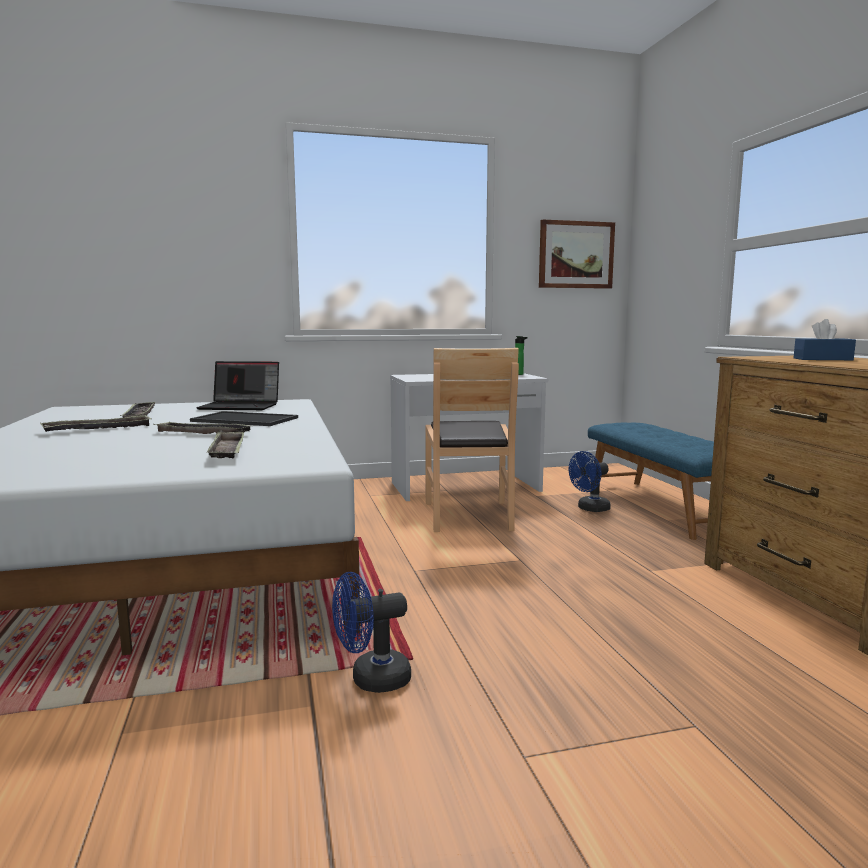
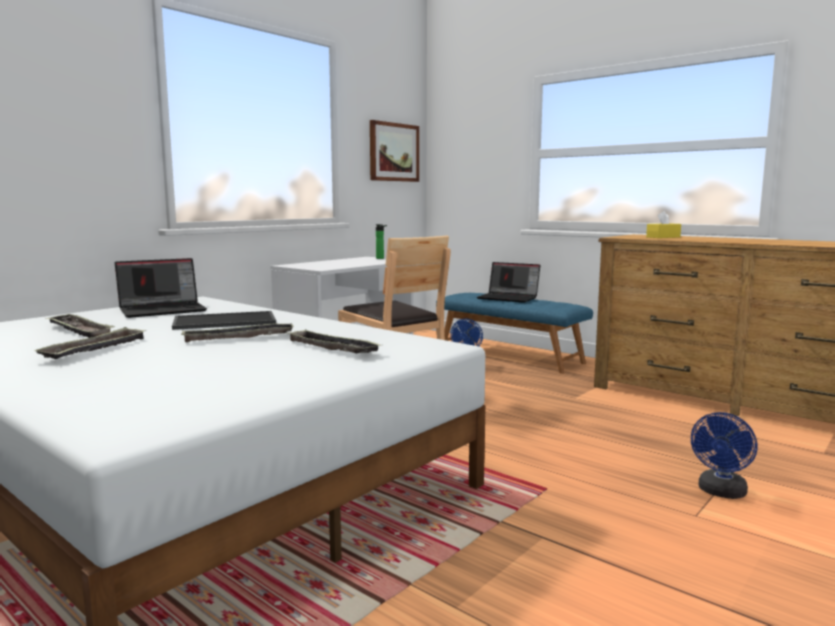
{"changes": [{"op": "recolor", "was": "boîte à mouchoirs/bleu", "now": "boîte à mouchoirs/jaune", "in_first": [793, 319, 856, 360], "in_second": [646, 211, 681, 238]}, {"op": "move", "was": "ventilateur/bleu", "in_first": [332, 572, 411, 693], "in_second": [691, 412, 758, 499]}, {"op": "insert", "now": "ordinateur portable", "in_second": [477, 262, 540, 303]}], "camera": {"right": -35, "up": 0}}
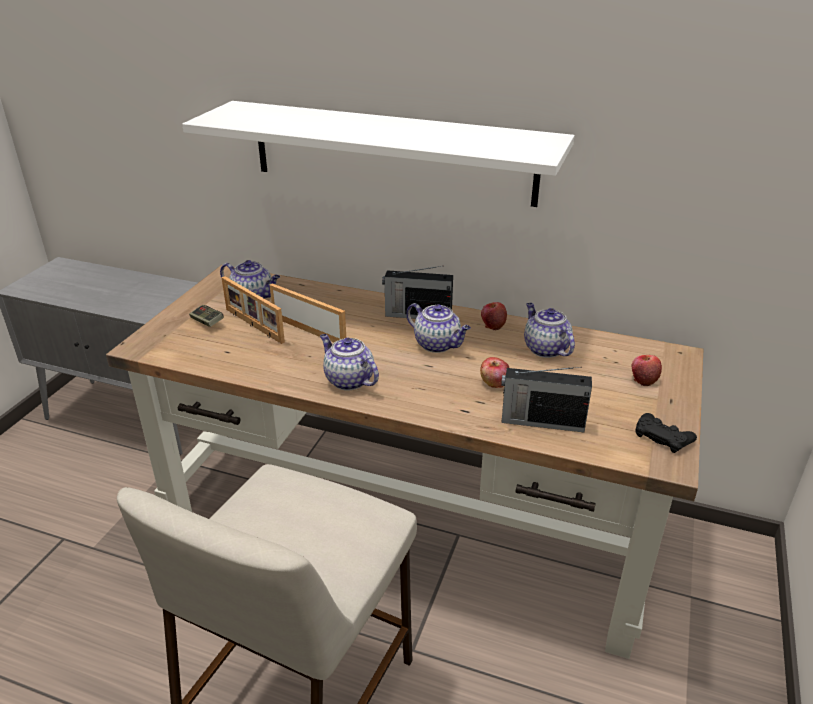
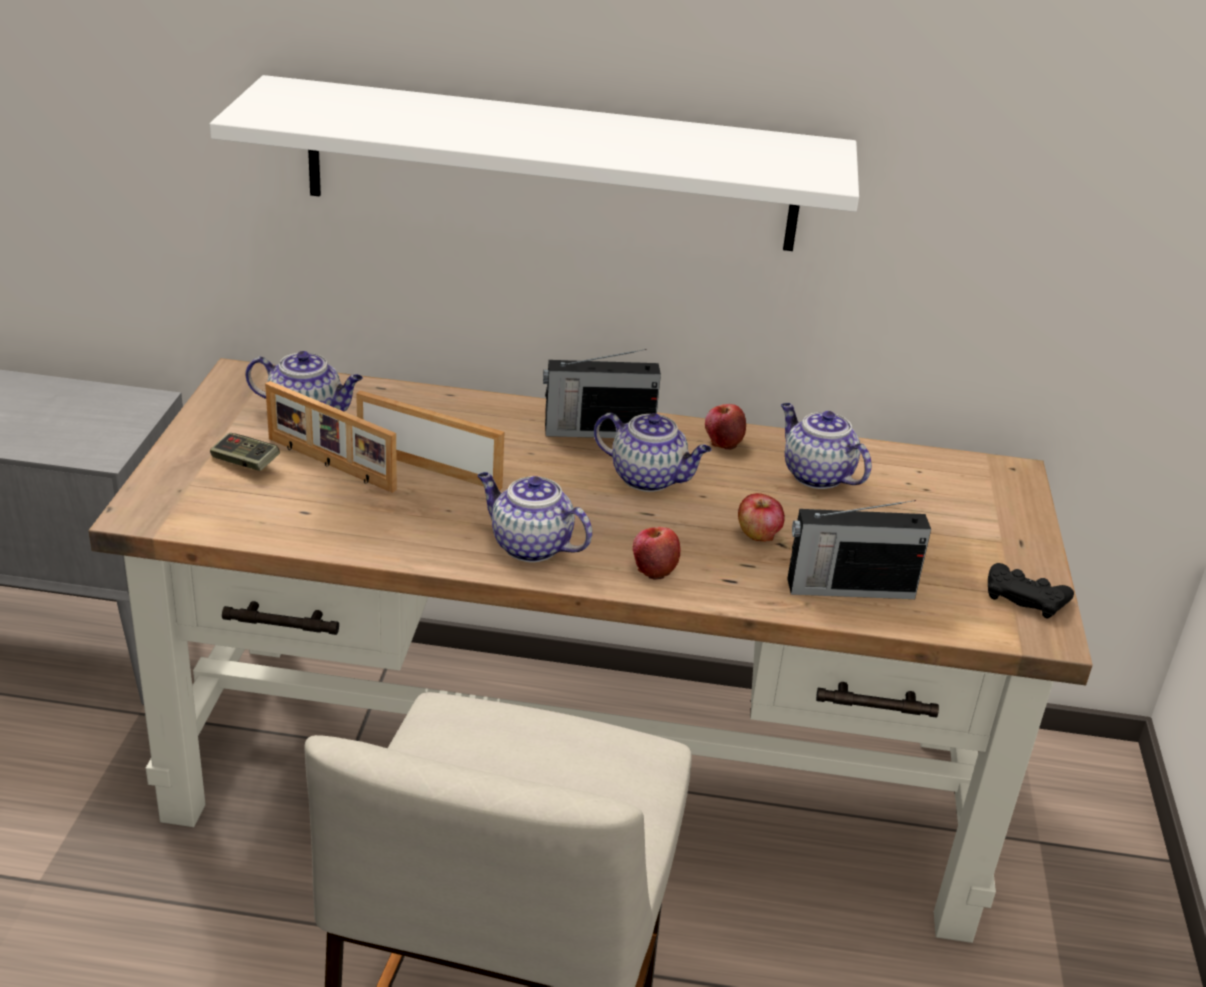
{"changes": [{"op": "move", "was": "pomme", "in_first": [631, 355, 662, 386], "in_second": [632, 527, 681, 580]}], "camera": {"right": -15, "up": 0}}
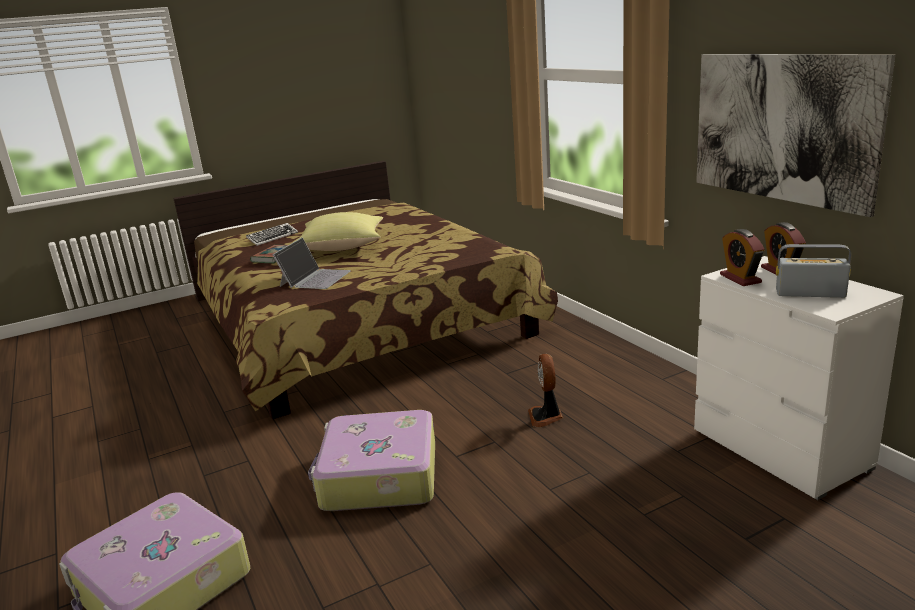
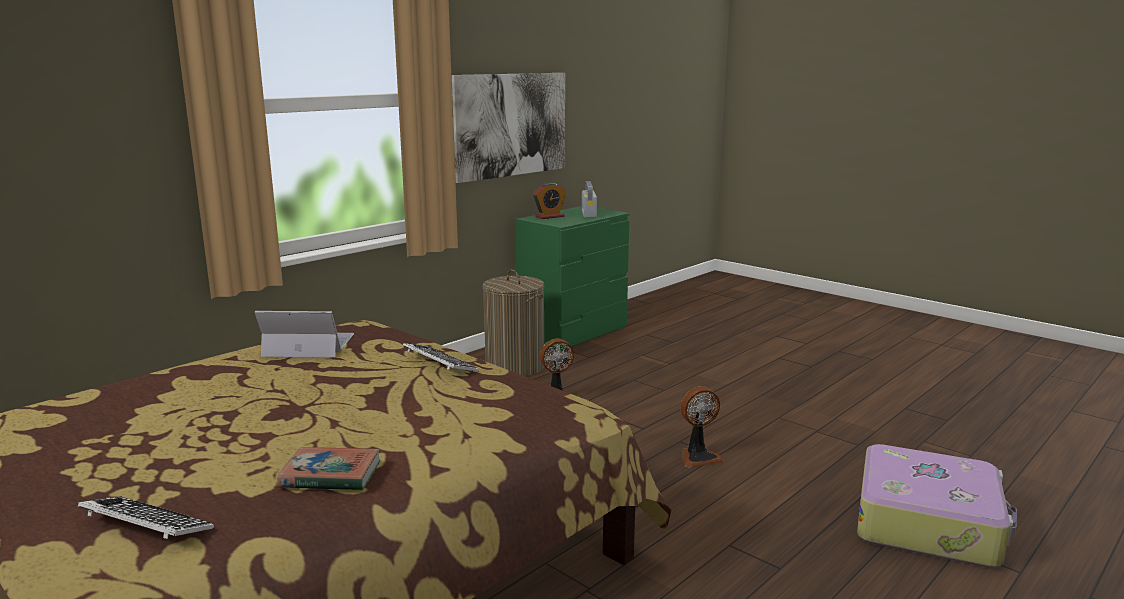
{"changes": [{"op": "delete", "was": "coussin/jaune", "in_first": [292, 212, 383, 251]}, {"op": "delete", "was": "réveil", "in_first": [720, 229, 765, 286]}, {"op": "move", "was": "ordinateur portable", "in_first": [272, 237, 351, 289], "in_second": [254, 311, 354, 357]}, {"op": "recolor", "was": "commode/blanc", "now": "commode/vert", "in_first": [694, 256, 904, 500], "in_second": [515, 206, 630, 352]}, {"op": "replace", "was": "valise", "now": "ventilateur", "in_first": [308, 410, 435, 511], "in_second": [681, 386, 723, 468]}, {"op": "insert", "now": "panier à linge", "in_second": [483, 269, 544, 377]}, {"op": "insert", "now": "clavier", "in_second": [403, 343, 479, 372]}], "camera": {"right": -110, "up": -5}}
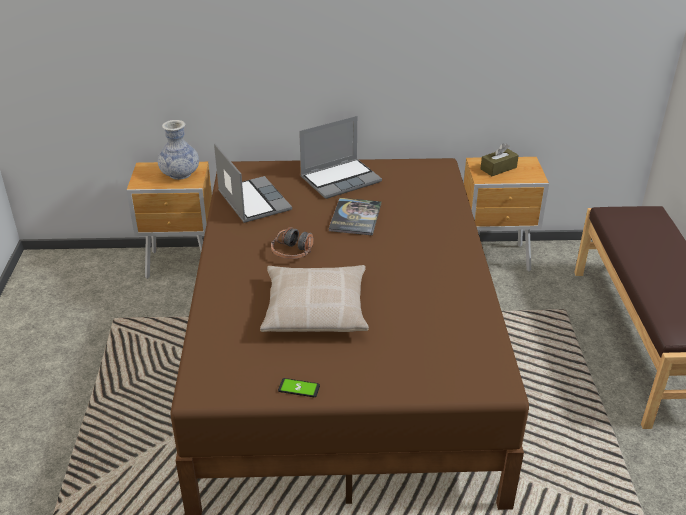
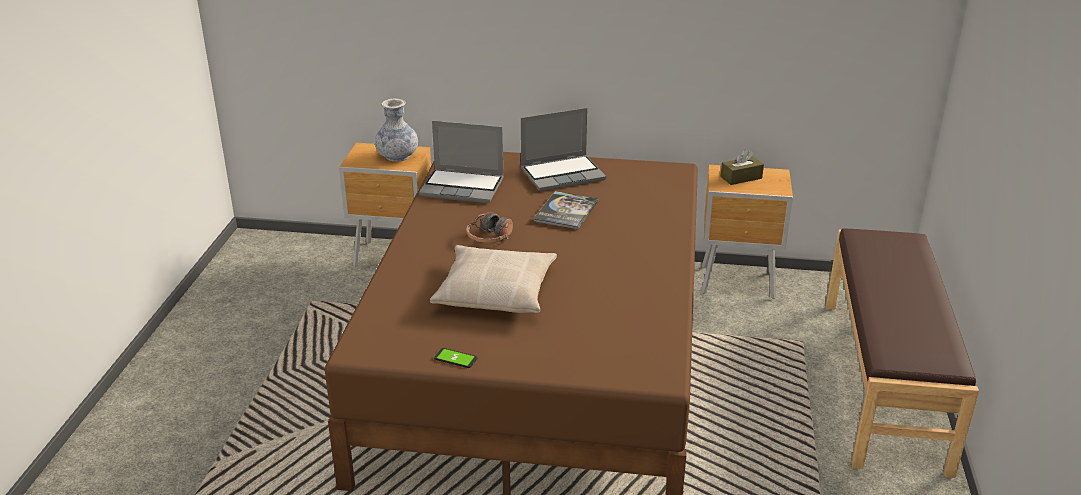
{"changes": [{"op": "rotate", "was": "ordinateur portable", "in_first": [214, 143, 292, 223], "in_second": [419, 121, 504, 203], "clockwise": 120}], "camera": {"right": 10, "up": -5}}
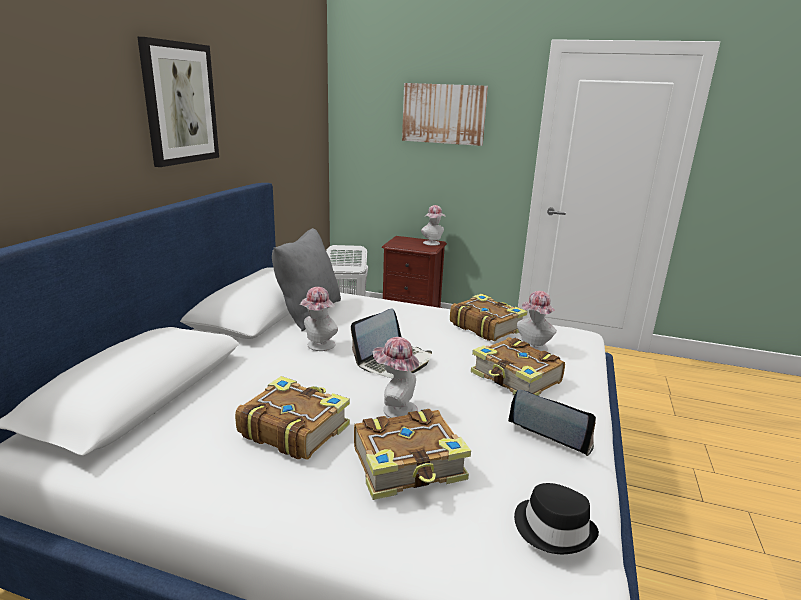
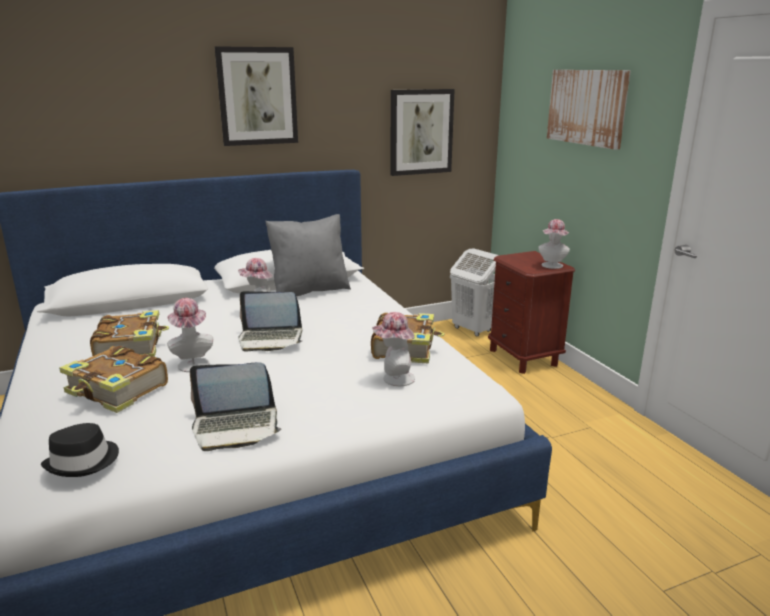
{"changes": [{"op": "delete", "was": "livre", "in_first": [471, 337, 565, 396]}, {"op": "rotate", "was": "ordinateur portable", "in_first": [508, 390, 596, 456], "in_second": [190, 362, 282, 451], "clockwise": 90}, {"op": "insert", "now": "tableau", "in_second": [390, 89, 455, 176]}], "camera": {"right": 50, "up": 0}}
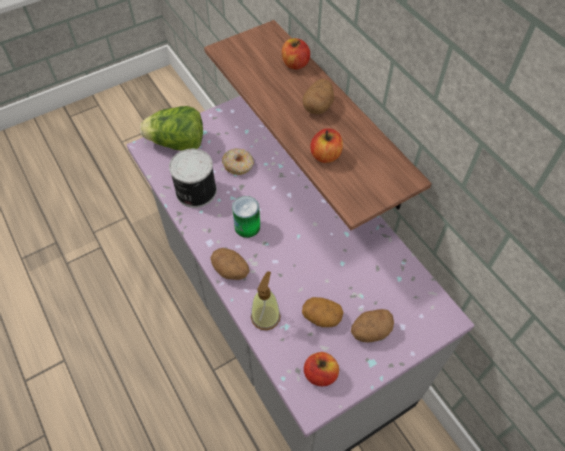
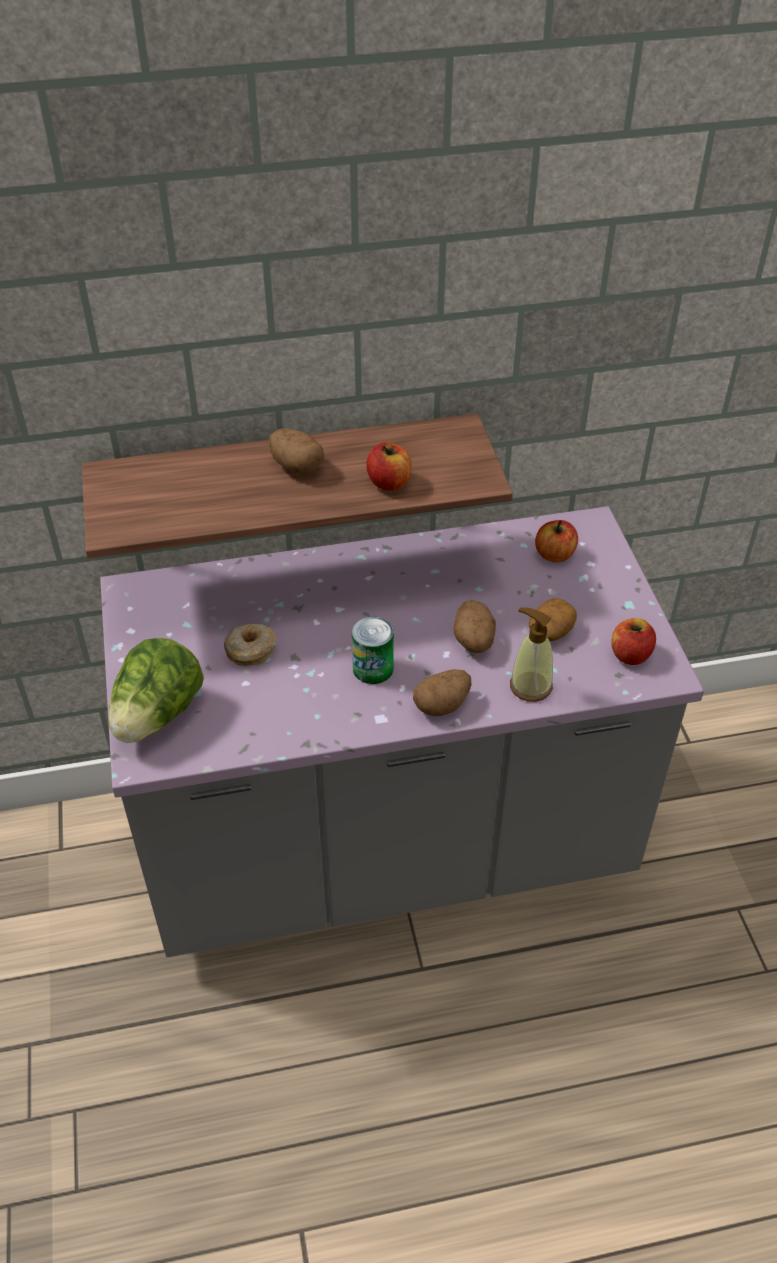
{"changes": [{"op": "move", "was": "pomme", "in_first": [282, 38, 310, 69], "in_second": [535, 520, 578, 562]}, {"op": "delete", "was": "boîte métallique", "in_first": [169, 149, 217, 208]}, {"op": "move", "was": "pomme de terre", "in_first": [351, 309, 394, 343], "in_second": [453, 600, 496, 653]}], "camera": {"right": -70, "up": -10}}
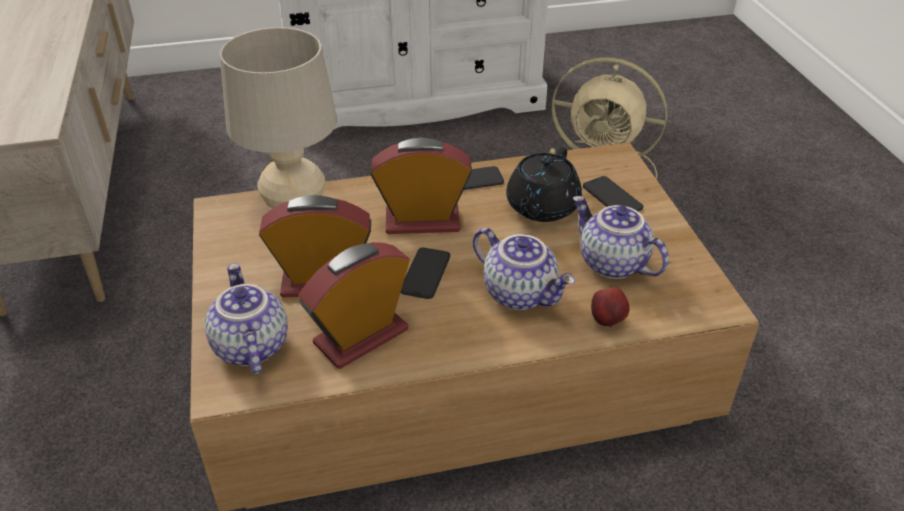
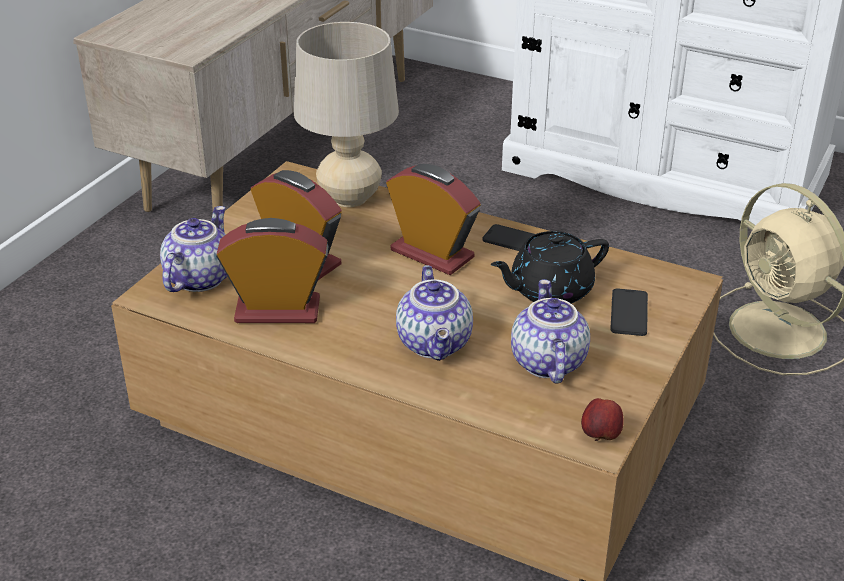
{"changes": [{"op": "delete", "was": "téléphone", "in_first": [400, 248, 450, 299]}, {"op": "move", "was": "pomme", "in_first": [591, 287, 629, 327], "in_second": [581, 398, 624, 441]}], "camera": {"right": 40, "up": -5}}
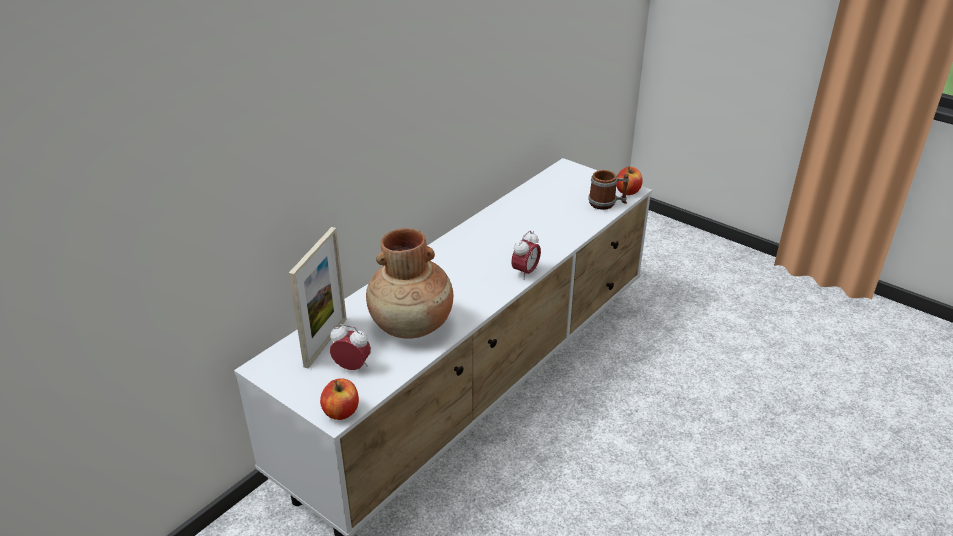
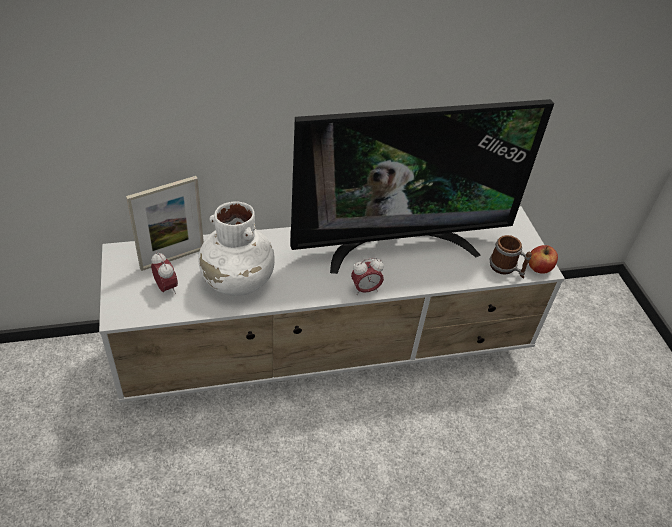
{"changes": [{"op": "recolor", "was": "vase/marron", "now": "vase/blanc", "in_first": [366, 228, 453, 339], "in_second": [198, 201, 275, 296]}, {"op": "delete", "was": "pomme", "in_first": [320, 378, 359, 420]}, {"op": "insert", "now": "téléviseur", "in_second": [290, 99, 554, 274]}], "camera": {"right": 35, "up": 10}}
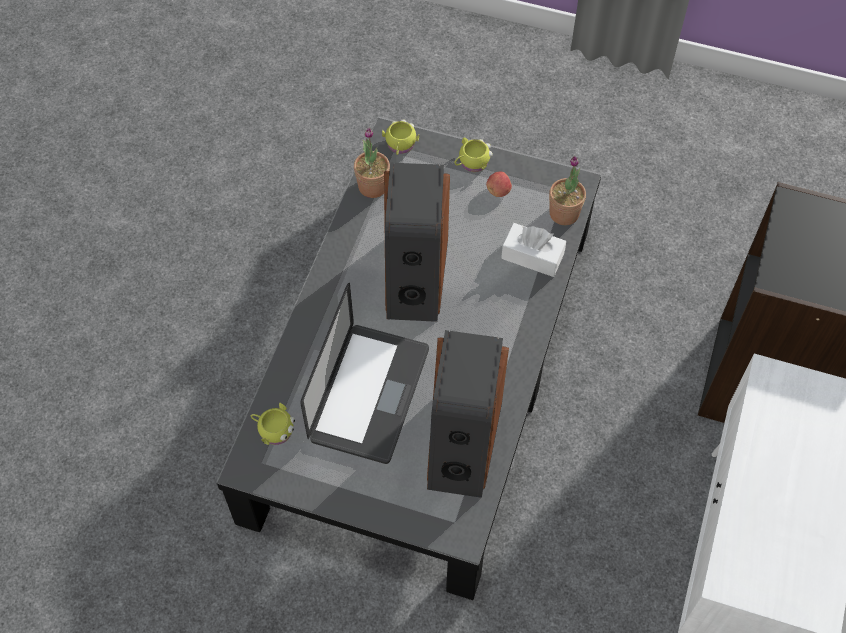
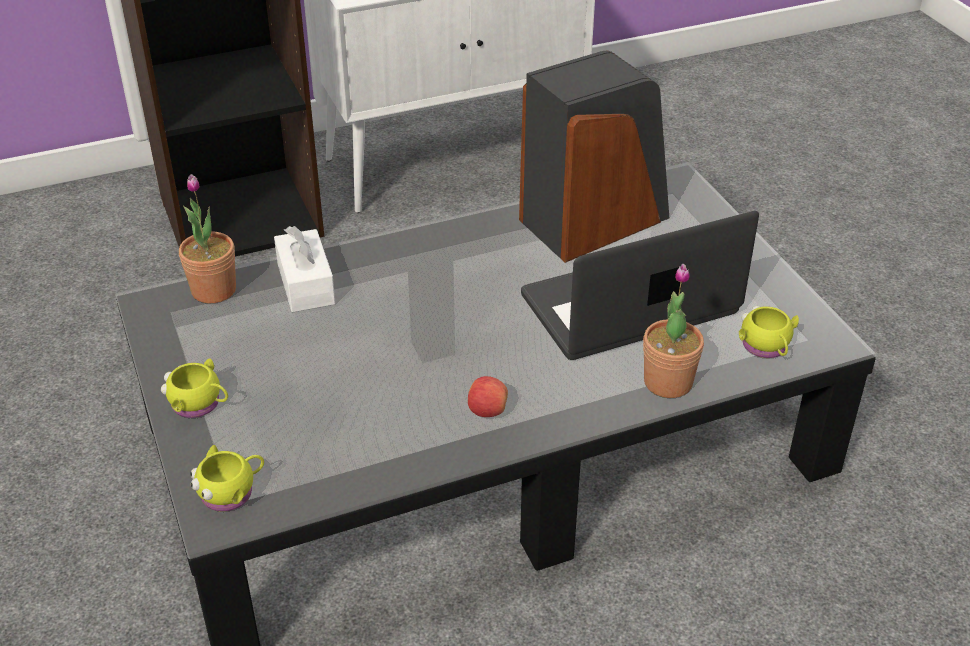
{"changes": [{"op": "move", "was": "plante en pot", "in_first": [354, 128, 390, 198], "in_second": [643, 264, 704, 398]}, {"op": "delete", "was": "enceinte", "in_first": [384, 163, 450, 322]}, {"op": "move", "was": "pomme", "in_first": [486, 171, 512, 197], "in_second": [468, 376, 508, 417]}], "camera": {"right": -130, "up": -20}}
